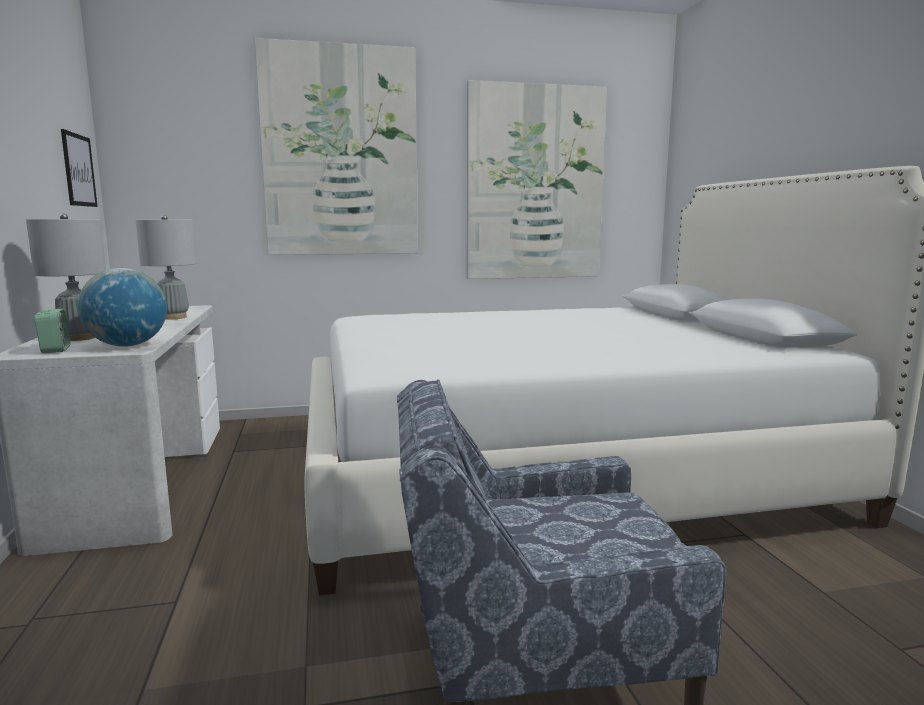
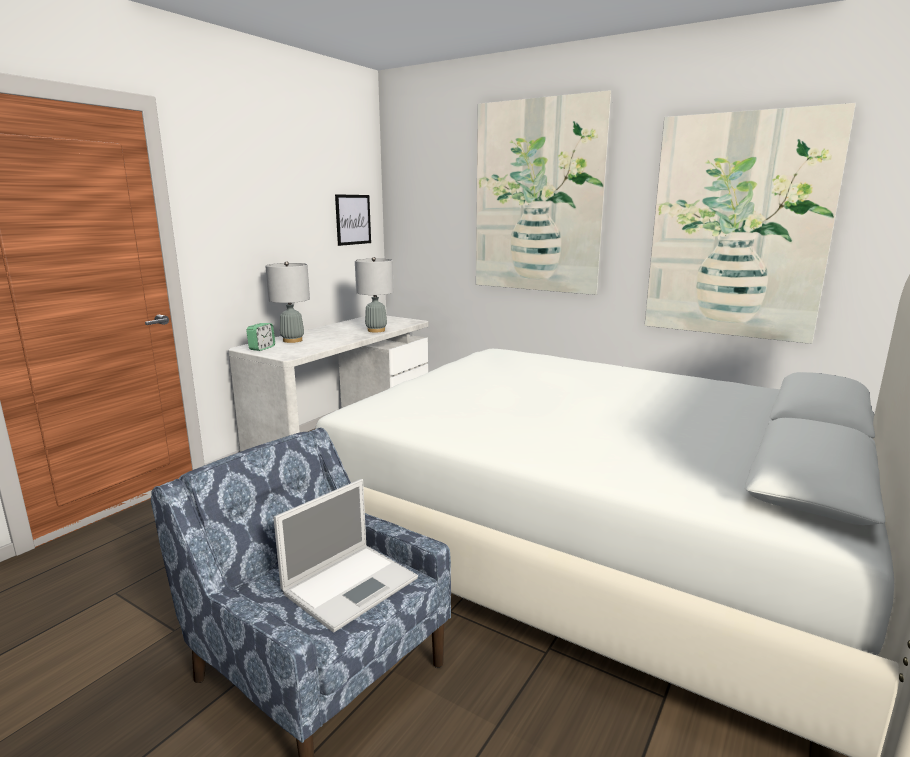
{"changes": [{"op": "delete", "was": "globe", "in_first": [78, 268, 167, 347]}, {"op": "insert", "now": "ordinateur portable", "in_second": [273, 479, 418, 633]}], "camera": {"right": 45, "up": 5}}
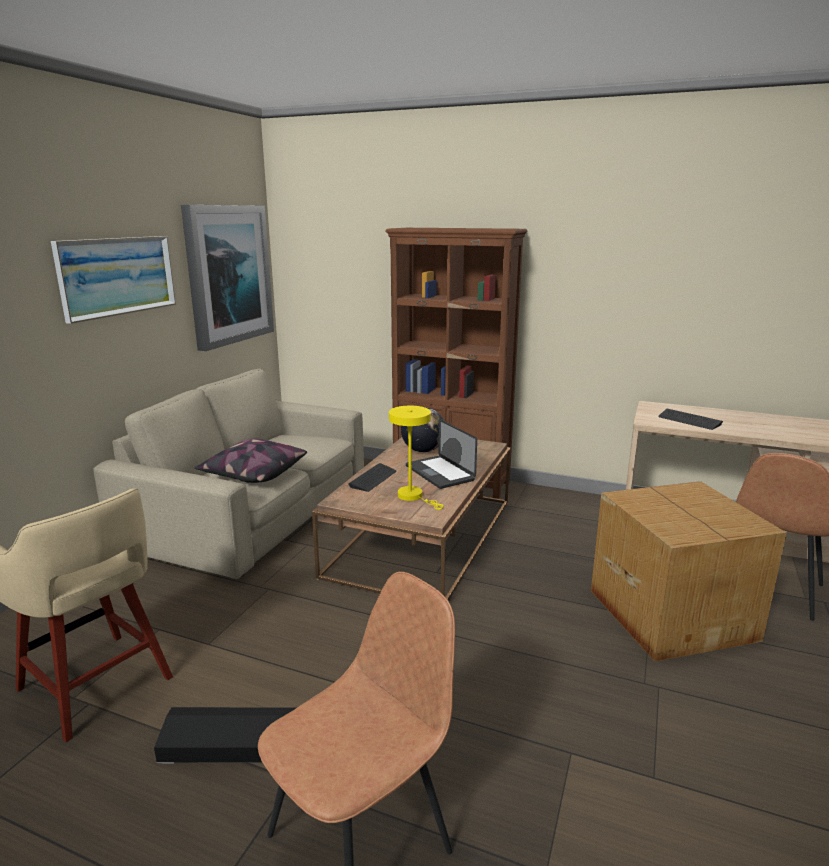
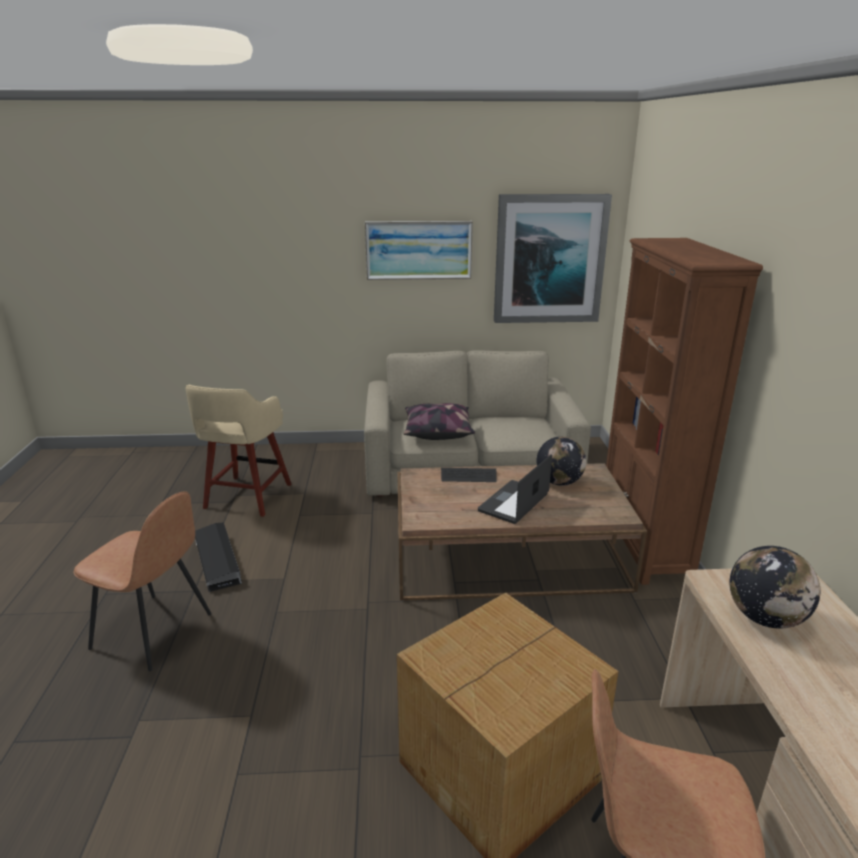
{"changes": [{"op": "delete", "was": "lampe de table/jaune", "in_first": [389, 406, 443, 510]}, {"op": "replace", "was": "clavier", "now": "globe", "in_first": [658, 409, 723, 430], "in_second": [730, 546, 821, 629]}], "camera": {"right": 65, "up": 5}}
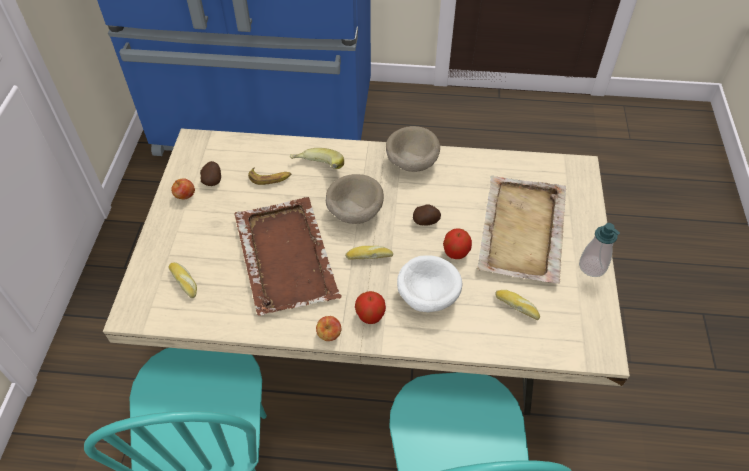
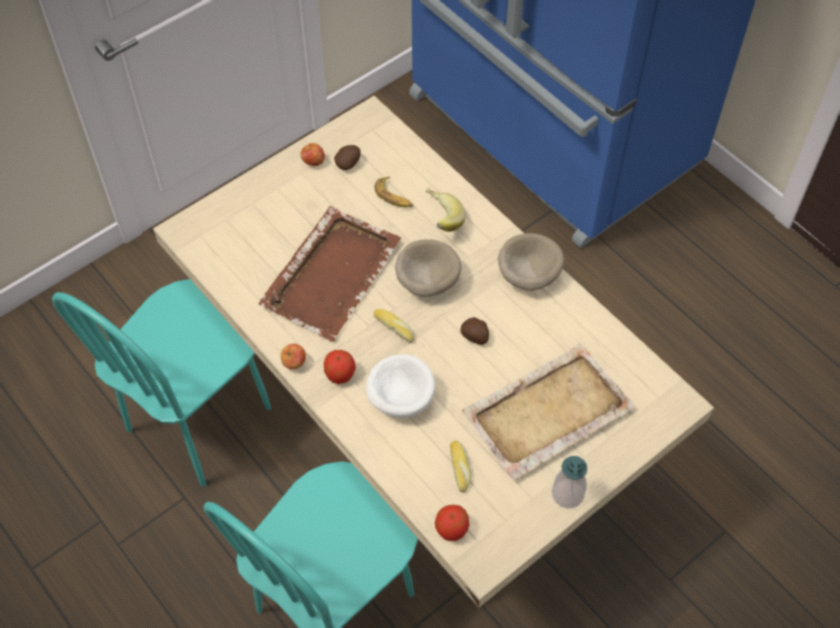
{"changes": [{"op": "move", "was": "pomme", "in_first": [443, 228, 472, 259], "in_second": [435, 505, 469, 541]}, {"op": "delete", "was": "pain", "in_first": [168, 262, 197, 298]}], "camera": {"right": 45, "up": 5}}
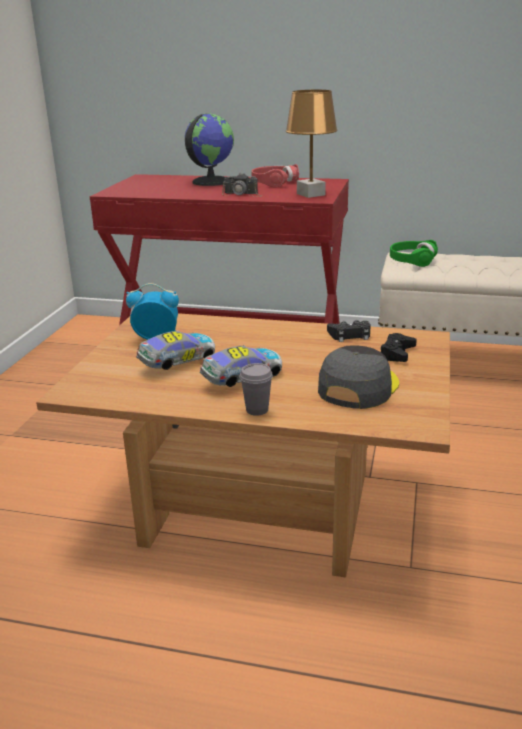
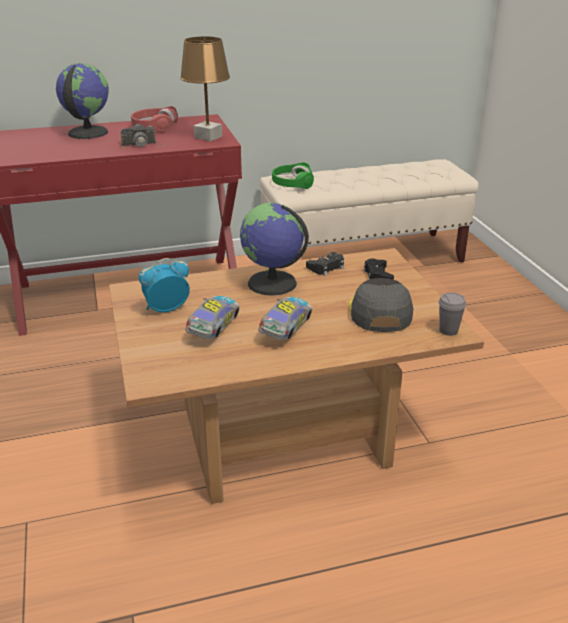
{"changes": [{"op": "move", "was": "tasse/gris", "in_first": [240, 363, 273, 416], "in_second": [438, 293, 466, 336]}, {"op": "insert", "now": "globe", "in_second": [240, 203, 309, 296]}], "camera": {"right": -30, "up": 5}}
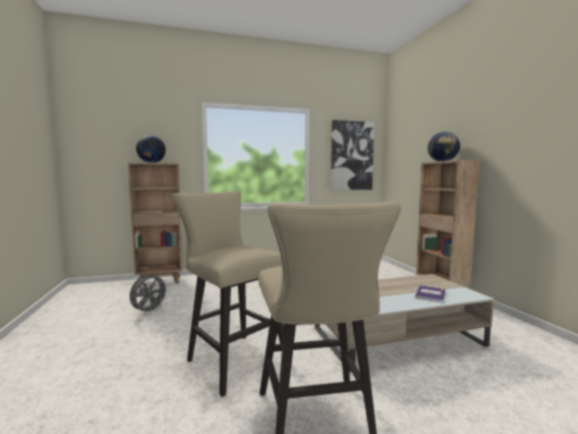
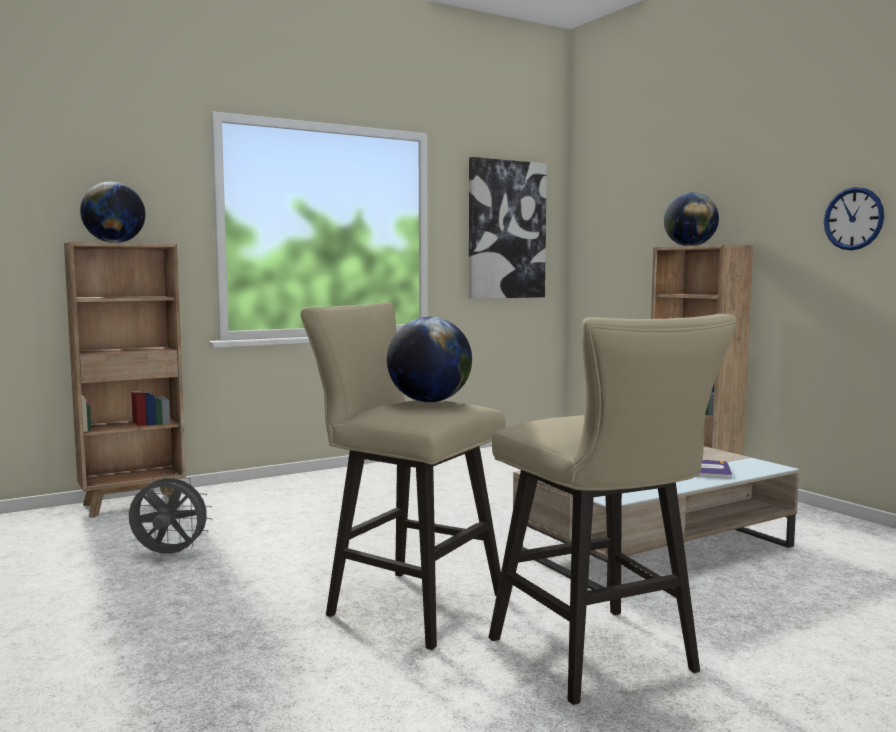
{"changes": [{"op": "rotate", "was": "ventilateur/gris", "in_first": [130, 273, 169, 314], "in_second": [129, 473, 212, 554], "clockwise": -105}, {"op": "insert", "now": "horloge murale", "in_second": [824, 187, 884, 250]}, {"op": "insert", "now": "globe", "in_second": [387, 317, 472, 402]}], "camera": {"right": -15, "up": 0}}
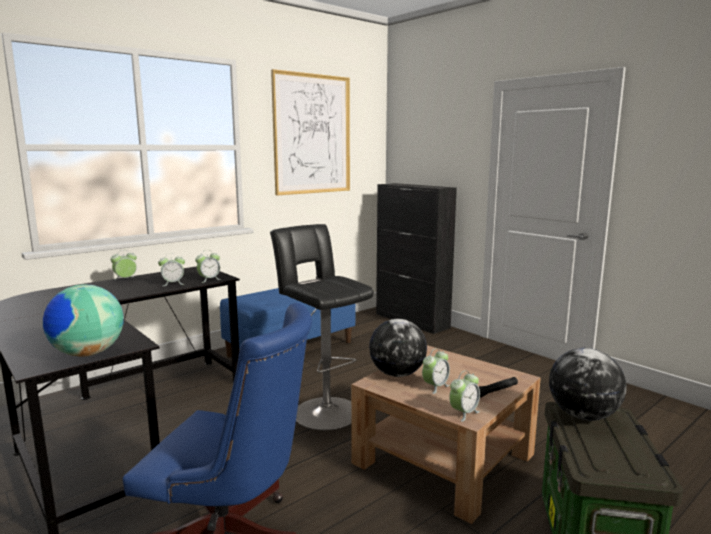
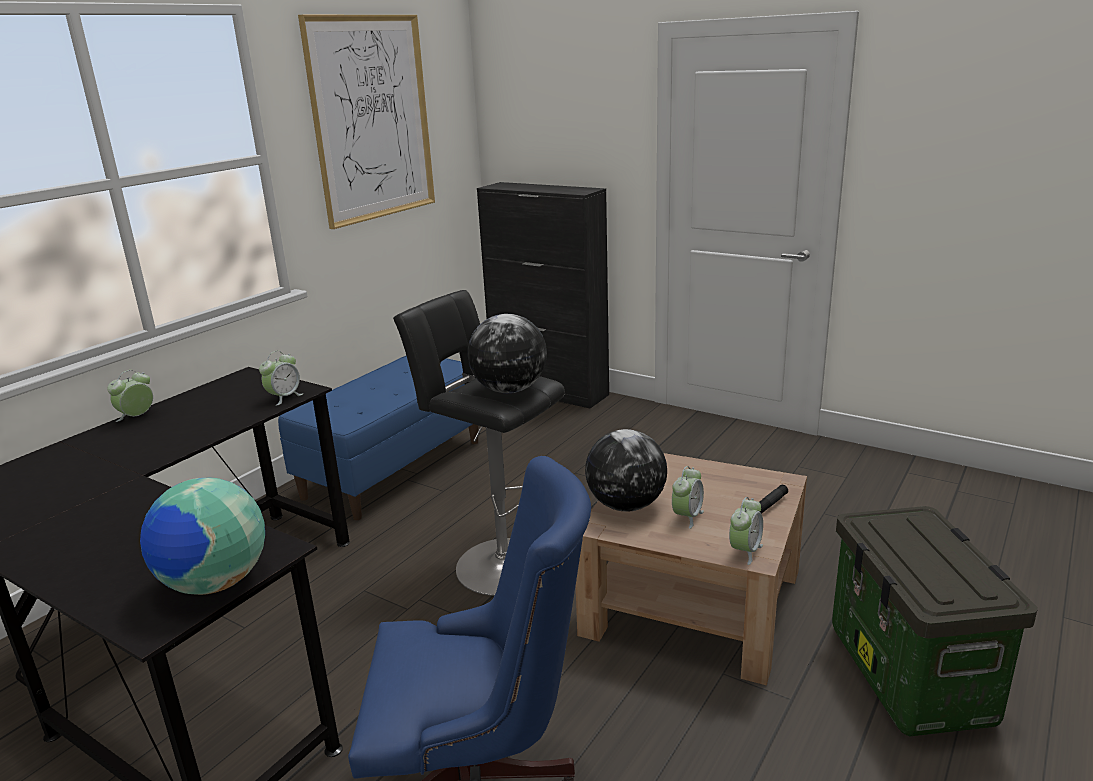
{"changes": [{"op": "delete", "was": "réveil", "in_first": [158, 253, 185, 286]}, {"op": "move", "was": "globe", "in_first": [549, 348, 626, 420], "in_second": [467, 314, 547, 393]}], "camera": {"right": -15, "up": 10}}
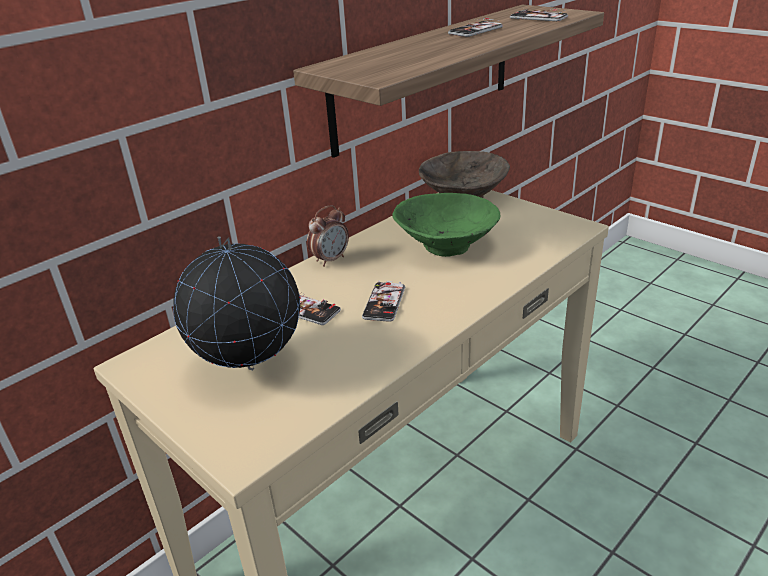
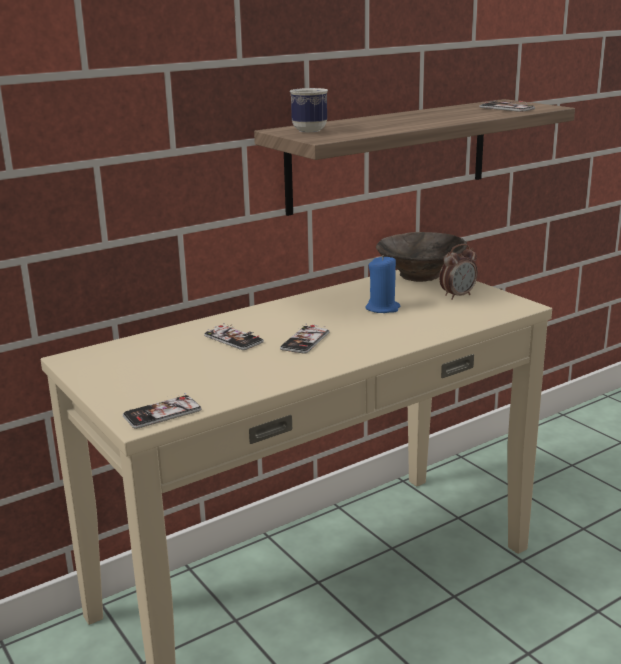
{"changes": [{"op": "move", "was": "téléphone", "in_first": [448, 18, 503, 37], "in_second": [123, 393, 202, 429]}, {"op": "replace", "was": "bol/vert", "now": "bougie/bleu", "in_first": [392, 193, 501, 257], "in_second": [366, 255, 400, 313]}, {"op": "move", "was": "réveil", "in_first": [307, 205, 349, 267], "in_second": [439, 244, 478, 300]}, {"op": "delete", "was": "globe", "in_first": [173, 236, 301, 370]}, {"op": "insert", "now": "mug", "in_second": [290, 88, 328, 132]}], "camera": {"right": 10, "up": -10}}
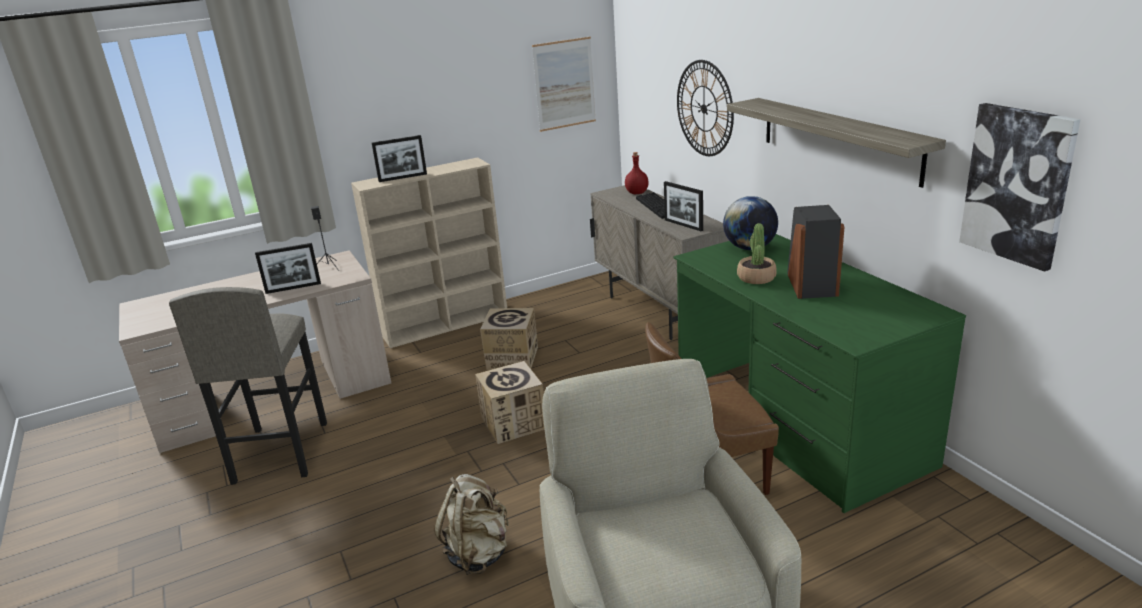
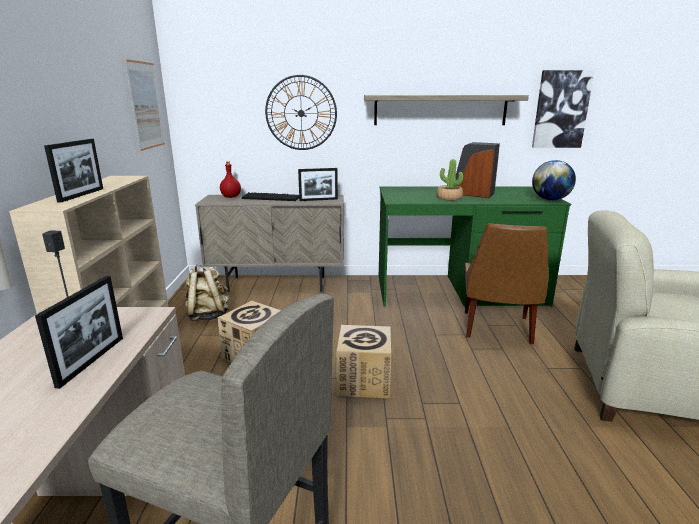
{"changes": [{"op": "move", "was": "globe", "in_first": [723, 196, 778, 250], "in_second": [532, 160, 576, 201]}, {"op": "move", "was": "sac à dos/beige", "in_first": [434, 474, 509, 575], "in_second": [185, 265, 230, 321]}], "camera": {"right": -65, "up": -5}}
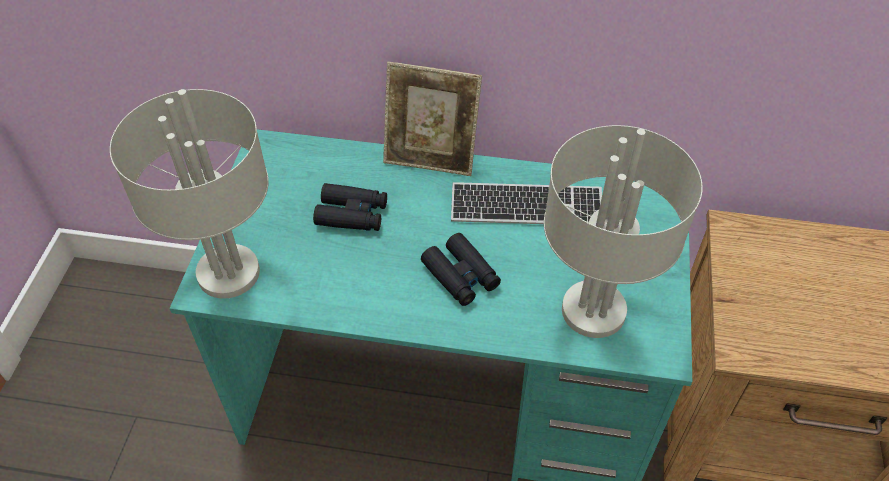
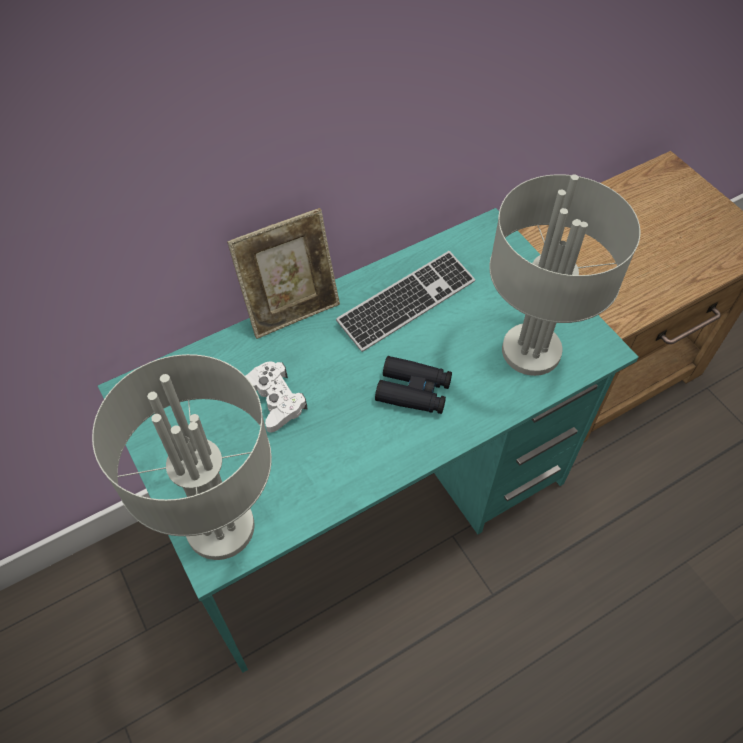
{"changes": [{"op": "replace", "was": "jumelles/noir", "now": "manette/blanc", "in_first": [313, 183, 387, 231], "in_second": [246, 361, 308, 433]}], "camera": {"right": -40, "up": 5}}
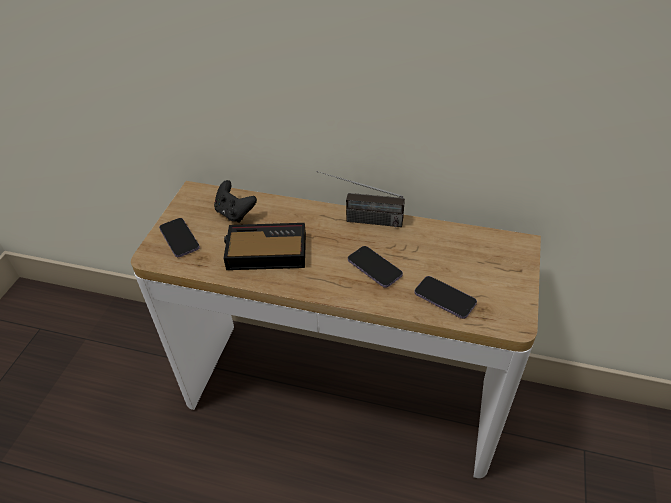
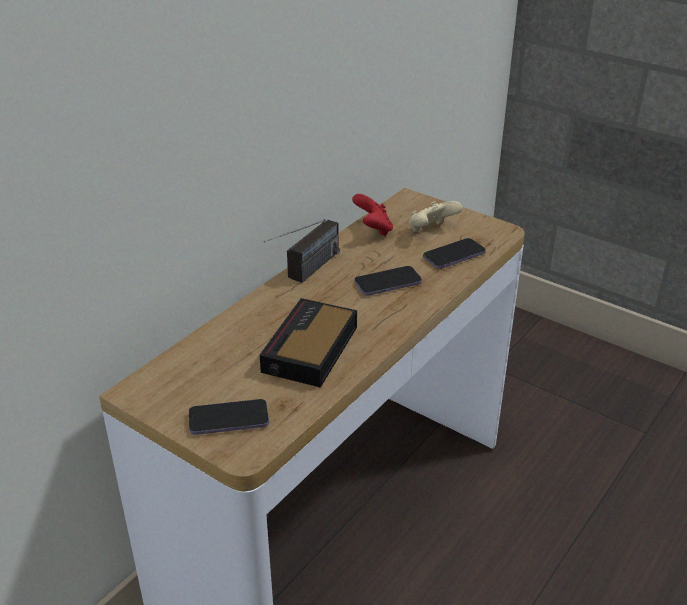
{"changes": [{"op": "delete", "was": "manette/noir", "in_first": [214, 180, 257, 223]}, {"op": "insert", "now": "manette/rouge", "in_second": [352, 194, 393, 236]}, {"op": "insert", "now": "manette/beige", "in_second": [409, 201, 463, 232]}], "camera": {"right": -70, "up": -10}}
